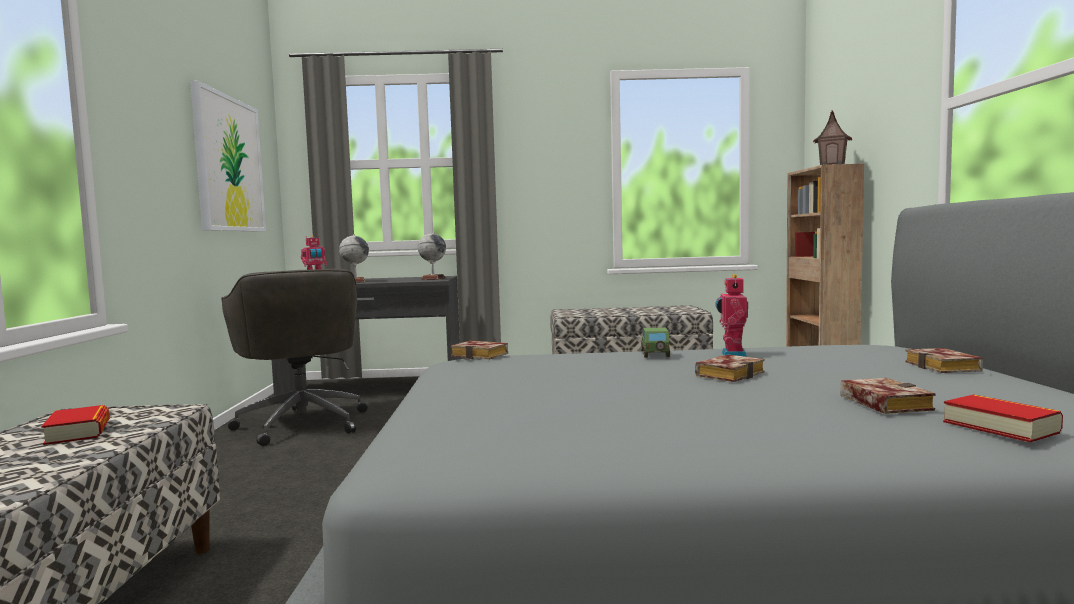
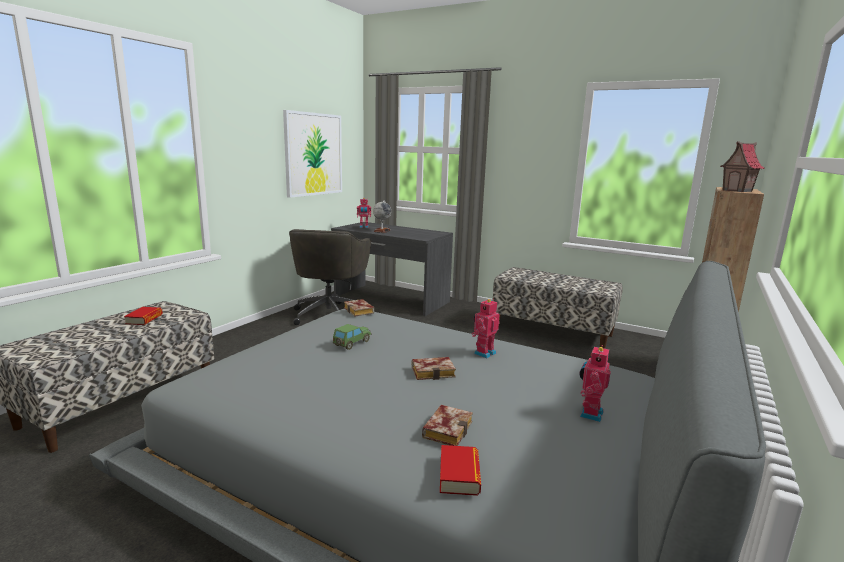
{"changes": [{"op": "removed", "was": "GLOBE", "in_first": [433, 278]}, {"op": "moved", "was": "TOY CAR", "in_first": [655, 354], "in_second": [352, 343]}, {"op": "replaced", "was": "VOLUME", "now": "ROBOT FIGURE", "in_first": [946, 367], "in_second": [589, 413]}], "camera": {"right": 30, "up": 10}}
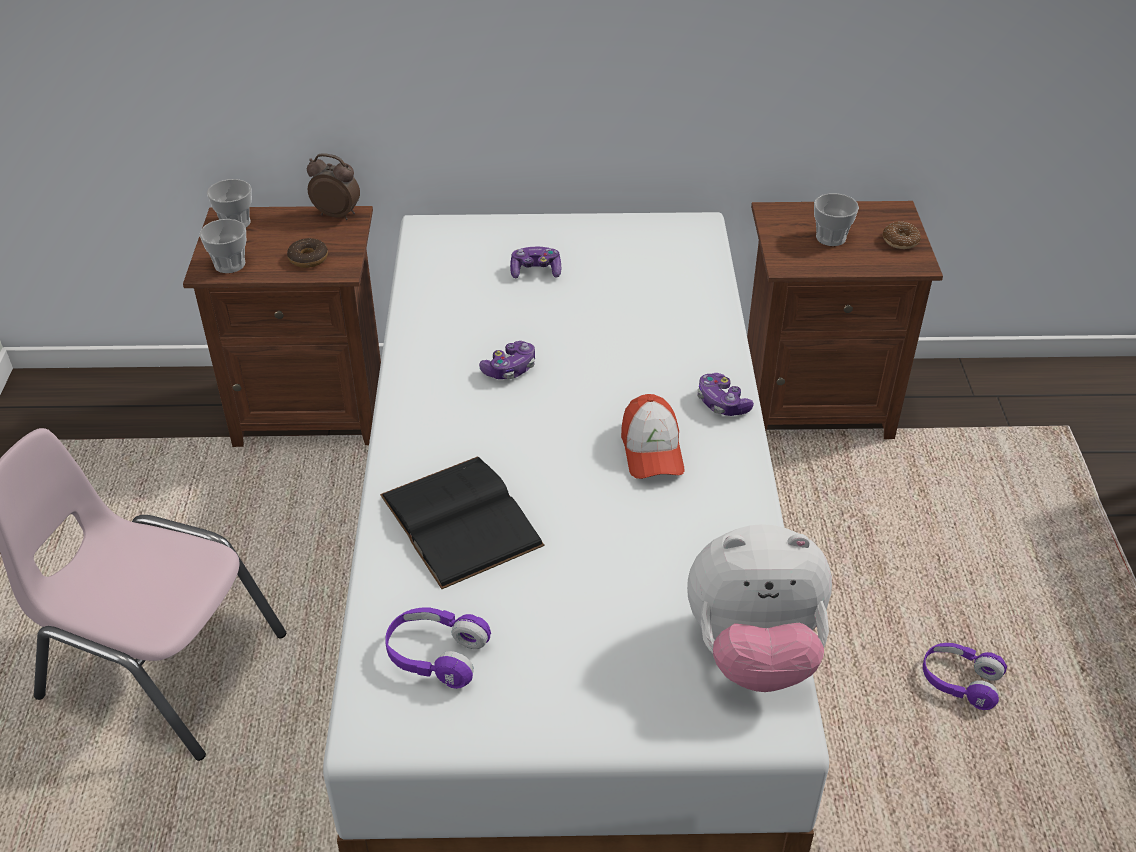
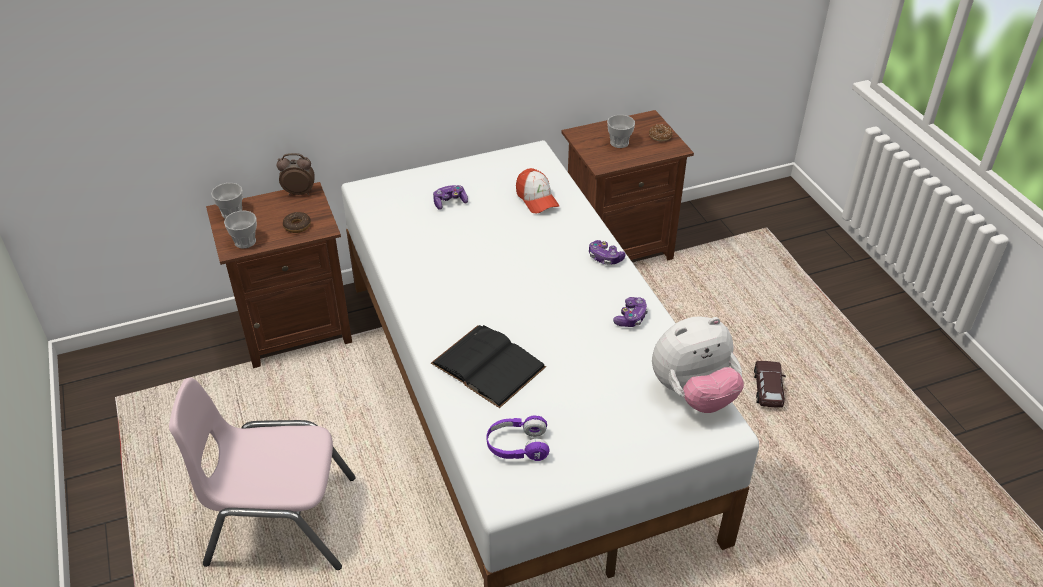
{"changes": [{"op": "moved", "was": "JOYPAD", "in_first": [510, 369], "in_second": [631, 318]}, {"op": "moved", "was": "PEAKED CAP", "in_first": [651, 450], "in_second": [536, 199]}, {"op": "replaced", "was": "PURPLISH PAIR OF HEADPHONES", "now": "BROWNISH TOY CAR", "in_first": [959, 681], "in_second": [768, 390]}], "camera": {"right": -20, "up": 0}}
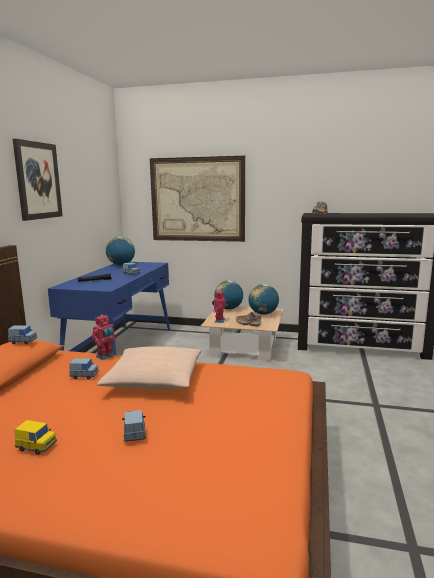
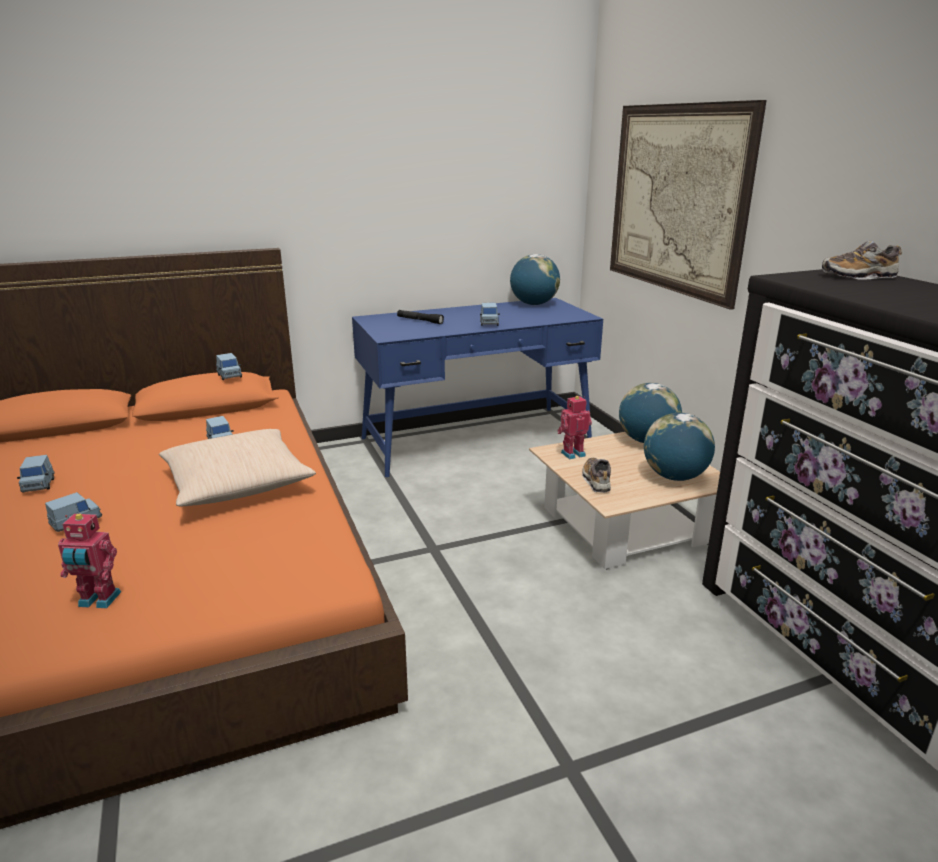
{"changes": [{"op": "removed", "was": "PICTURE", "in_first": [38, 180]}, {"op": "recoloured", "was": "YELLOW TOY CAR", "now": "BLUE-COLOURED TOY CAR", "in_first": [36, 446], "in_second": [38, 485]}, {"op": "moved", "was": "ROBOT FIGURE", "in_first": [105, 356], "in_second": [98, 601]}], "camera": {"right": 55, "up": 10}}
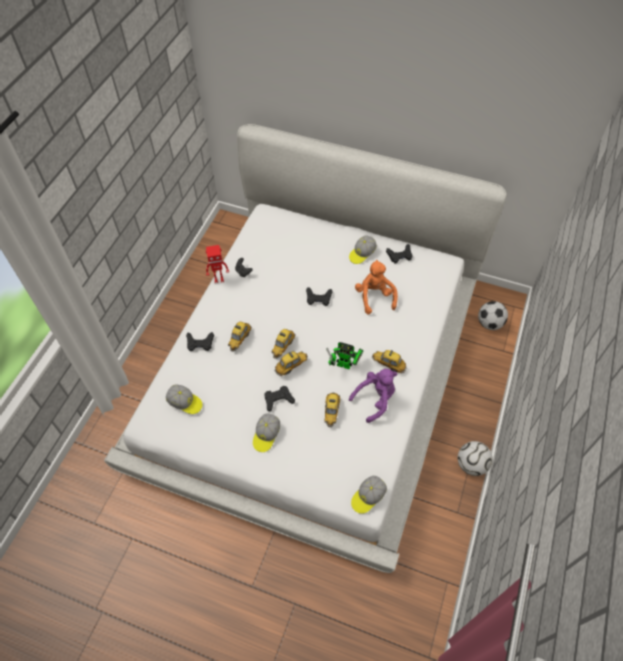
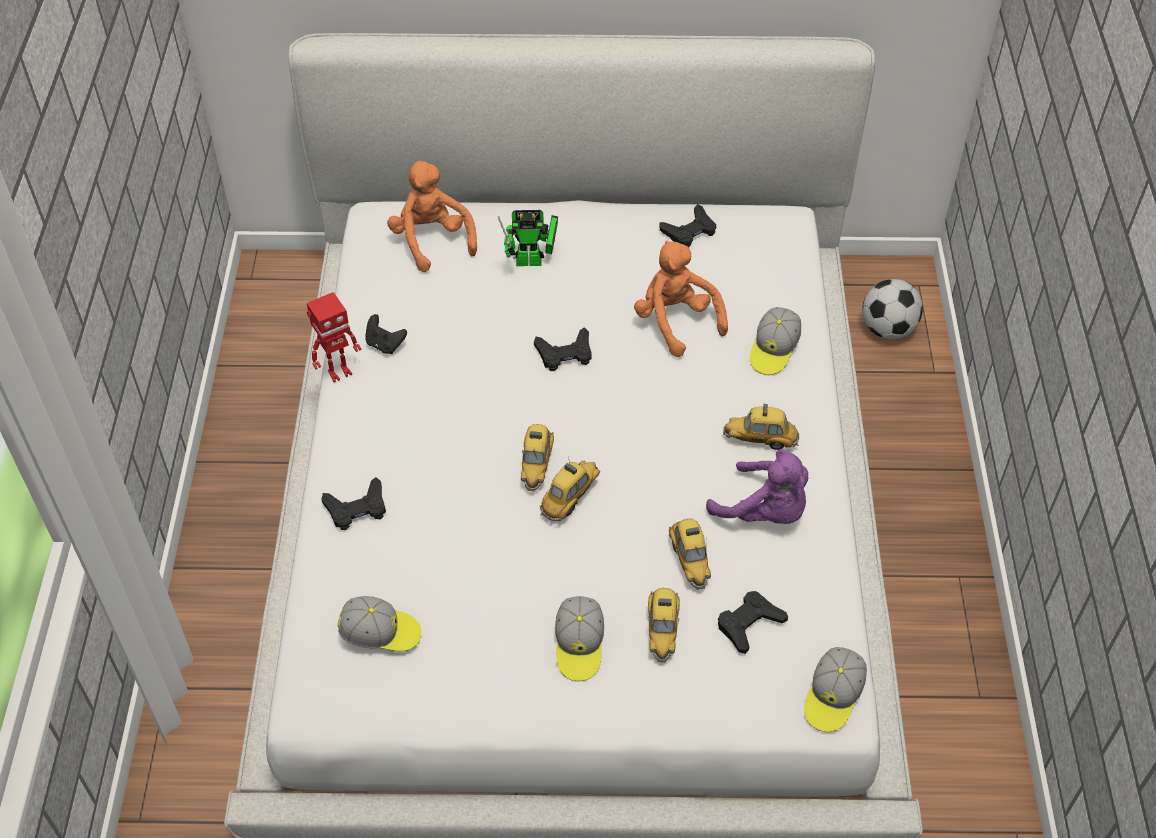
{"changes": [{"op": "moved", "was": "TOY CAR", "in_first": [240, 339], "in_second": [662, 630]}, {"op": "moved", "was": "BLACKISH JOYPAD", "in_first": [278, 399], "in_second": [749, 624]}, {"op": "moved", "was": "ROBOT FIGURE", "in_first": [346, 365], "in_second": [533, 261]}, {"op": "moved", "was": "PEAKED CAP", "in_first": [362, 254], "in_second": [773, 350]}, {"op": "turned", "was": "PURPLISH PLUSH TOY", "in_first": [375, 399], "in_second": [764, 512], "clockwise": 90}, {"op": "removed", "was": "FOOTBALL", "in_first": [471, 465]}, {"op": "added", "now": "ORANGE-COLOURED PLUSH TOY", "in_second": [432, 240]}], "camera": {"right": -20, "up": -5}}
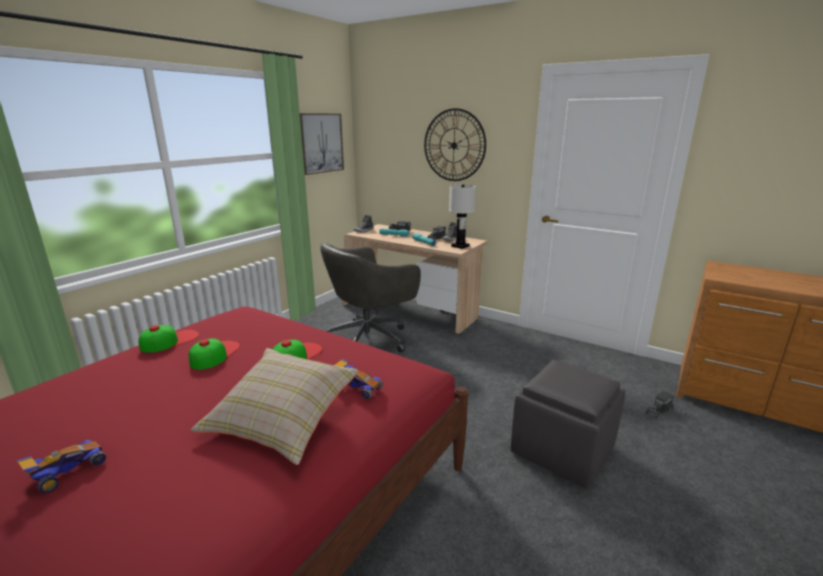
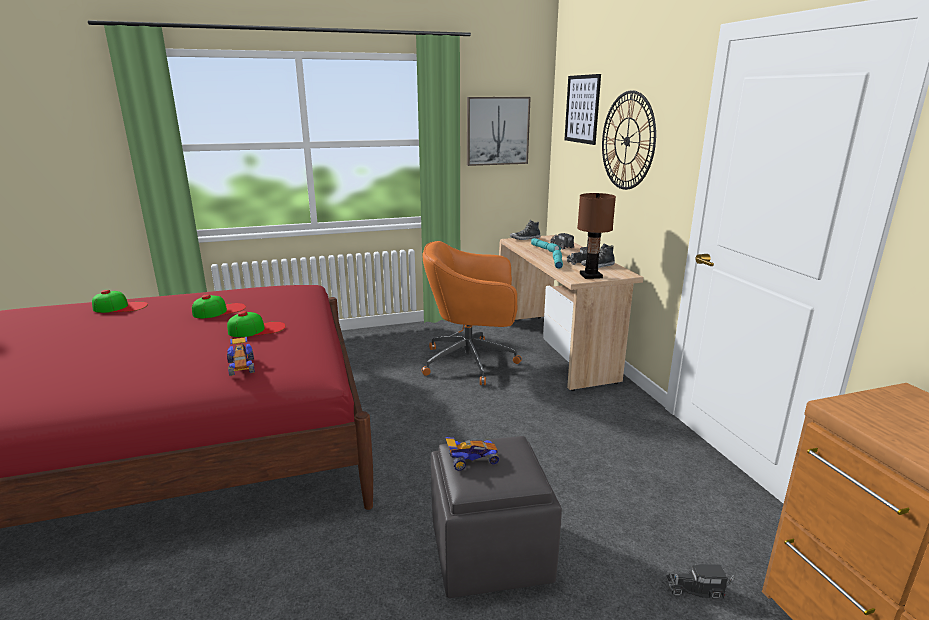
{"changes": [{"op": "moved", "was": "TOY CAR", "in_first": [68, 472], "in_second": [471, 460]}, {"op": "moved", "was": "PEAKED CAP", "in_first": [170, 341], "in_second": [120, 307]}, {"op": "removed", "was": "BEIGE-COLOURED CUSHION", "in_first": [282, 420]}, {"op": "recoloured", "was": "GRAY DESK CHAIR", "now": "ORANGE-COLOURED DESK CHAIR", "in_first": [370, 339], "in_second": [472, 362]}, {"op": "recoloured", "was": "WHITISH LAMP FOR A TABLE", "now": "BROWNISH LAMP FOR A TABLE", "in_first": [460, 246], "in_second": [590, 275]}, {"op": "added", "now": "PICTURE", "in_second": [582, 109]}], "camera": {"right": 40, "up": 0}}
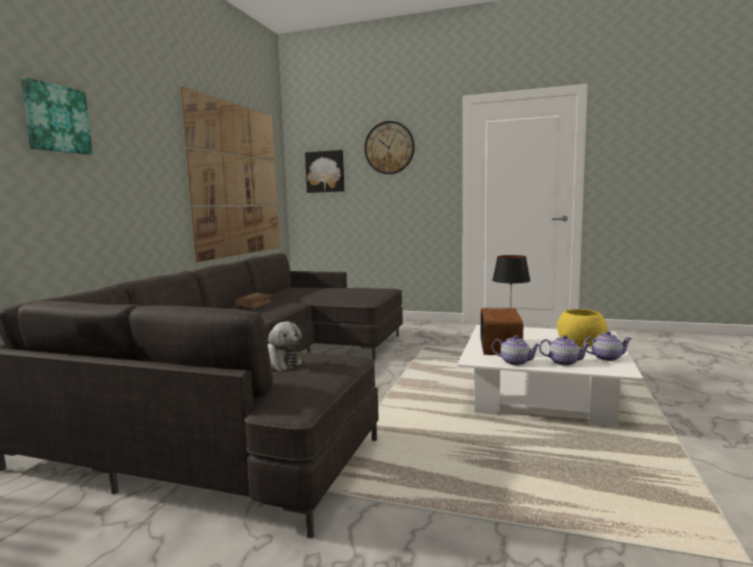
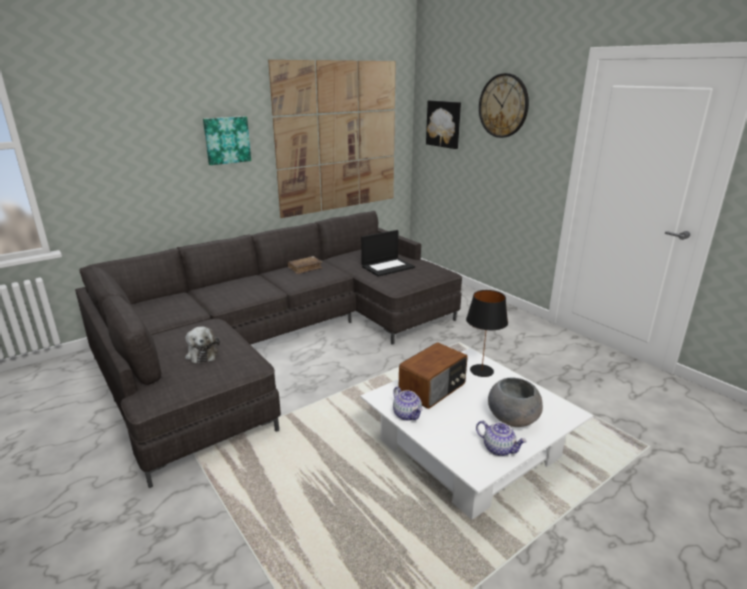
{"changes": [{"op": "moved", "was": "PICTURE", "in_first": [56, 119], "in_second": [227, 140]}, {"op": "removed", "was": "TEA POT", "in_first": [564, 362]}, {"op": "recoloured", "was": "YELLOW BOWL", "now": "GRAY BOWL", "in_first": [581, 344], "in_second": [513, 419]}, {"op": "added", "now": "PORTABLE COMPUTER", "in_second": [388, 267]}], "camera": {"right": 35, "up": 15}}
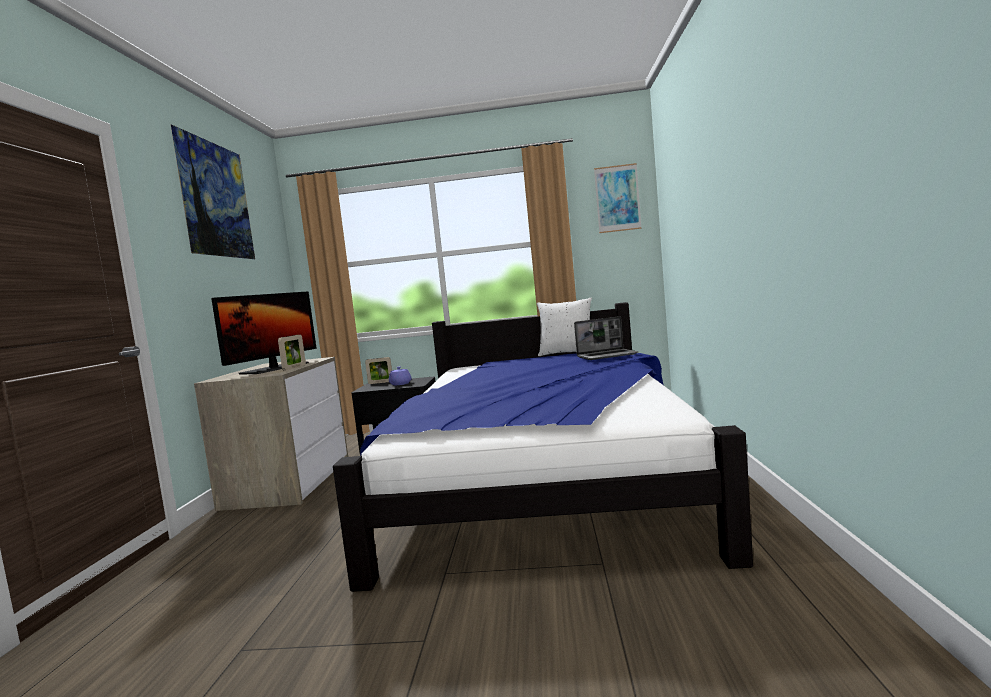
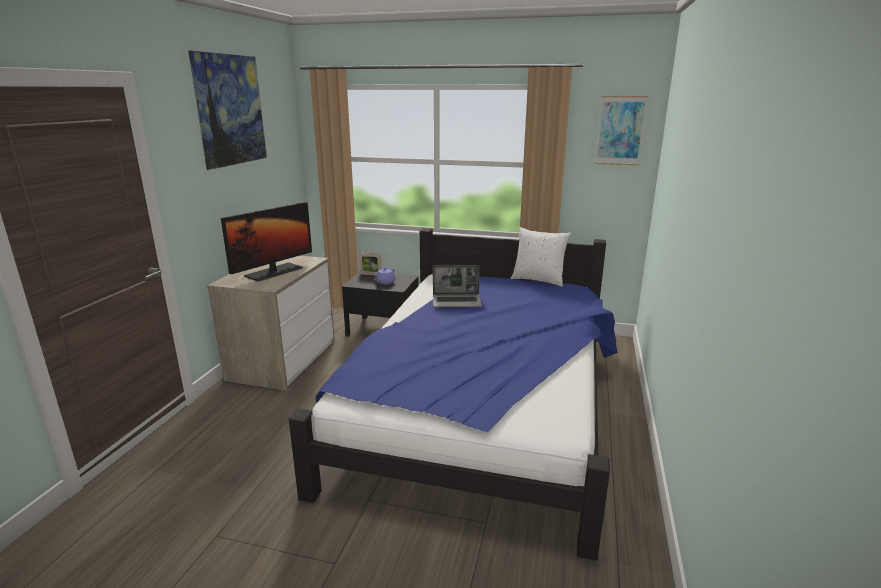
{"changes": [{"op": "removed", "was": "PICTURE FRAME", "in_first": [294, 368]}, {"op": "moved", "was": "PORTABLE COMPUTER", "in_first": [607, 355], "in_second": [457, 302]}], "camera": {"right": 10, "up": 15}}
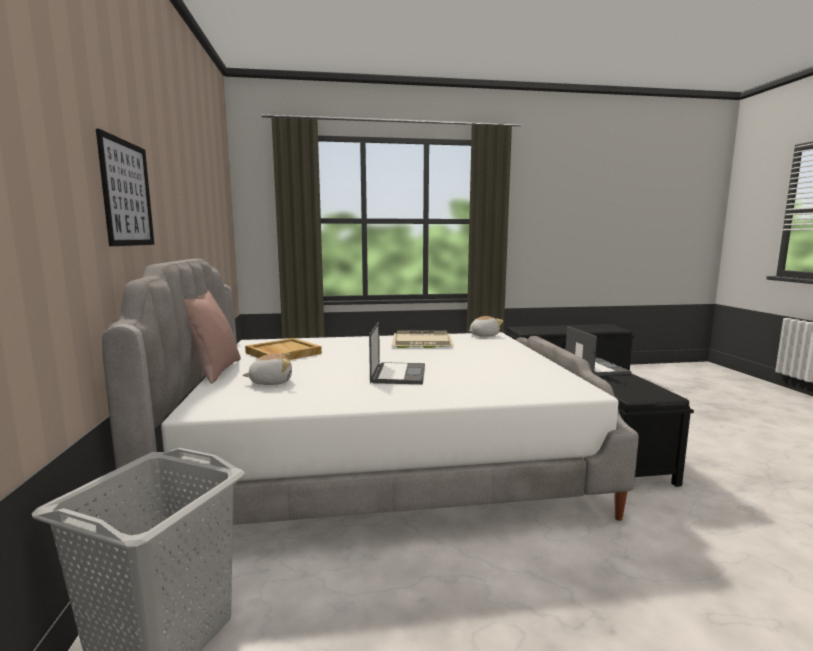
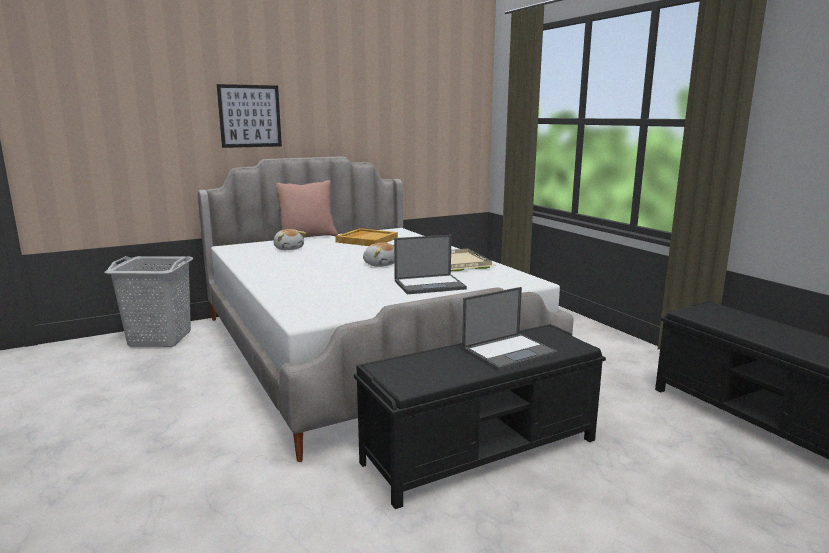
{"changes": [{"op": "moved", "was": "PORTABLE COMPUTER", "in_first": [398, 374], "in_second": [430, 285]}, {"op": "moved", "was": "PLUSH TOY", "in_first": [483, 335], "in_second": [380, 264]}], "camera": {"right": 70, "up": 5}}
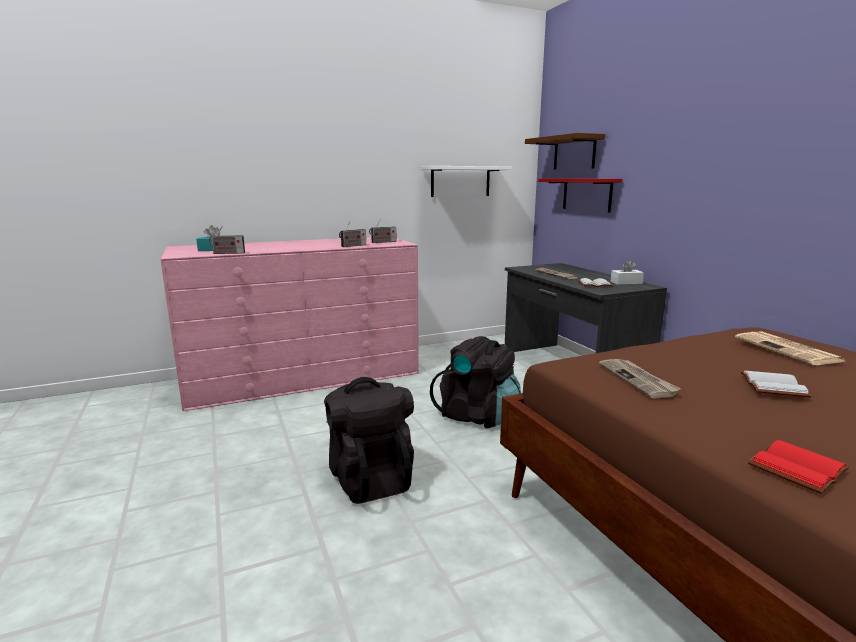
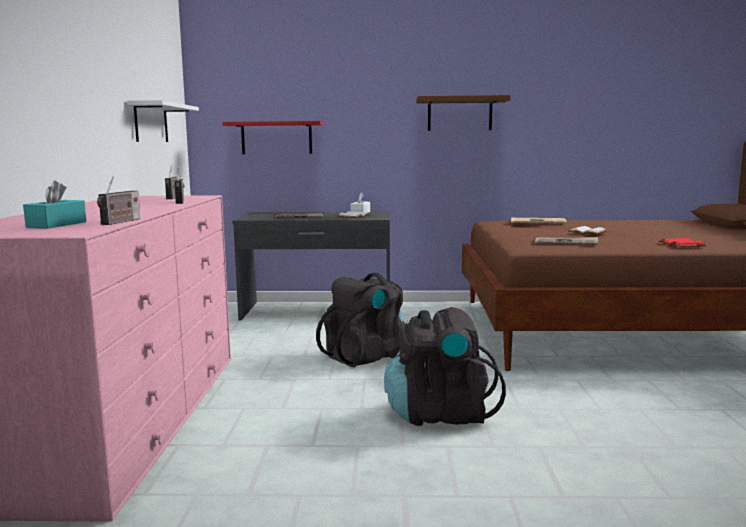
{"changes": [{"op": "moved", "was": "BROWNISH BRACKET SHELF", "in_first": [574, 153], "in_second": [459, 114]}], "camera": {"right": -65, "up": -5}}
